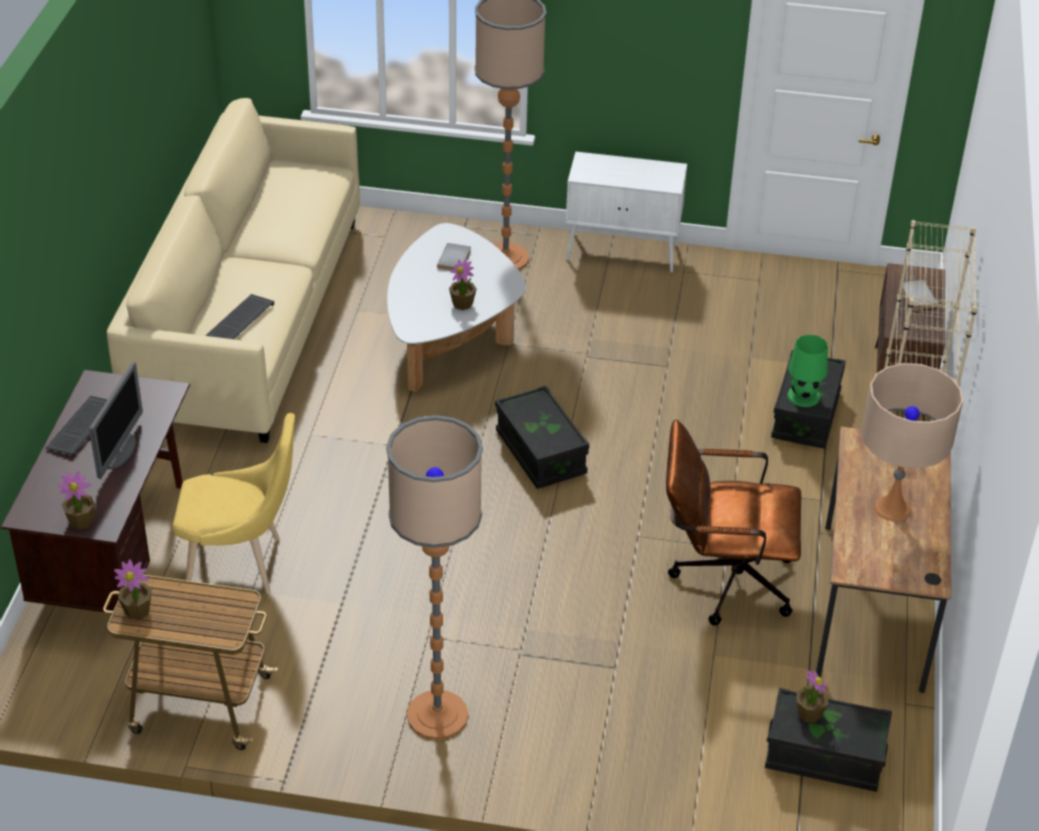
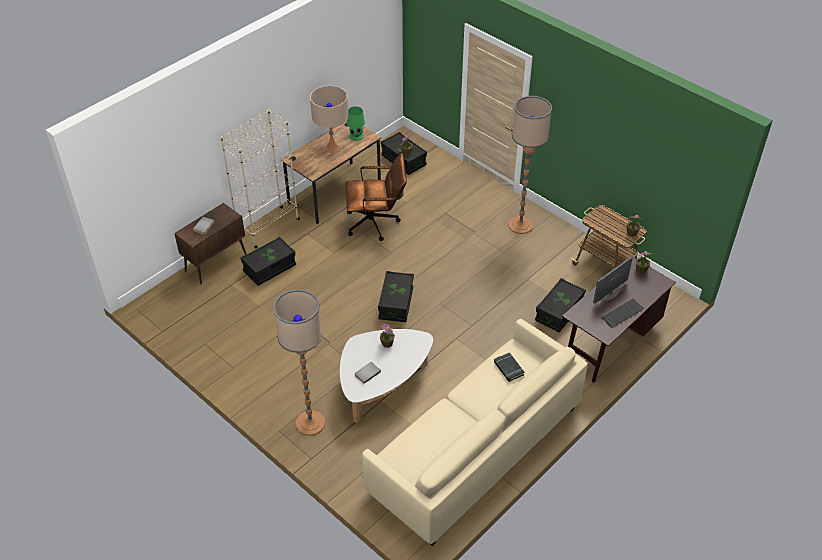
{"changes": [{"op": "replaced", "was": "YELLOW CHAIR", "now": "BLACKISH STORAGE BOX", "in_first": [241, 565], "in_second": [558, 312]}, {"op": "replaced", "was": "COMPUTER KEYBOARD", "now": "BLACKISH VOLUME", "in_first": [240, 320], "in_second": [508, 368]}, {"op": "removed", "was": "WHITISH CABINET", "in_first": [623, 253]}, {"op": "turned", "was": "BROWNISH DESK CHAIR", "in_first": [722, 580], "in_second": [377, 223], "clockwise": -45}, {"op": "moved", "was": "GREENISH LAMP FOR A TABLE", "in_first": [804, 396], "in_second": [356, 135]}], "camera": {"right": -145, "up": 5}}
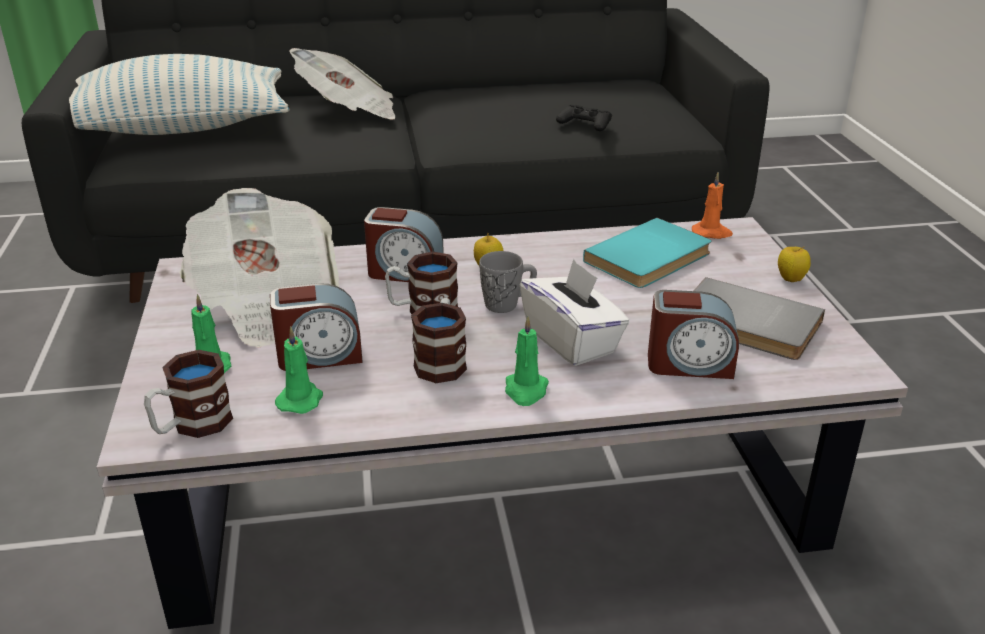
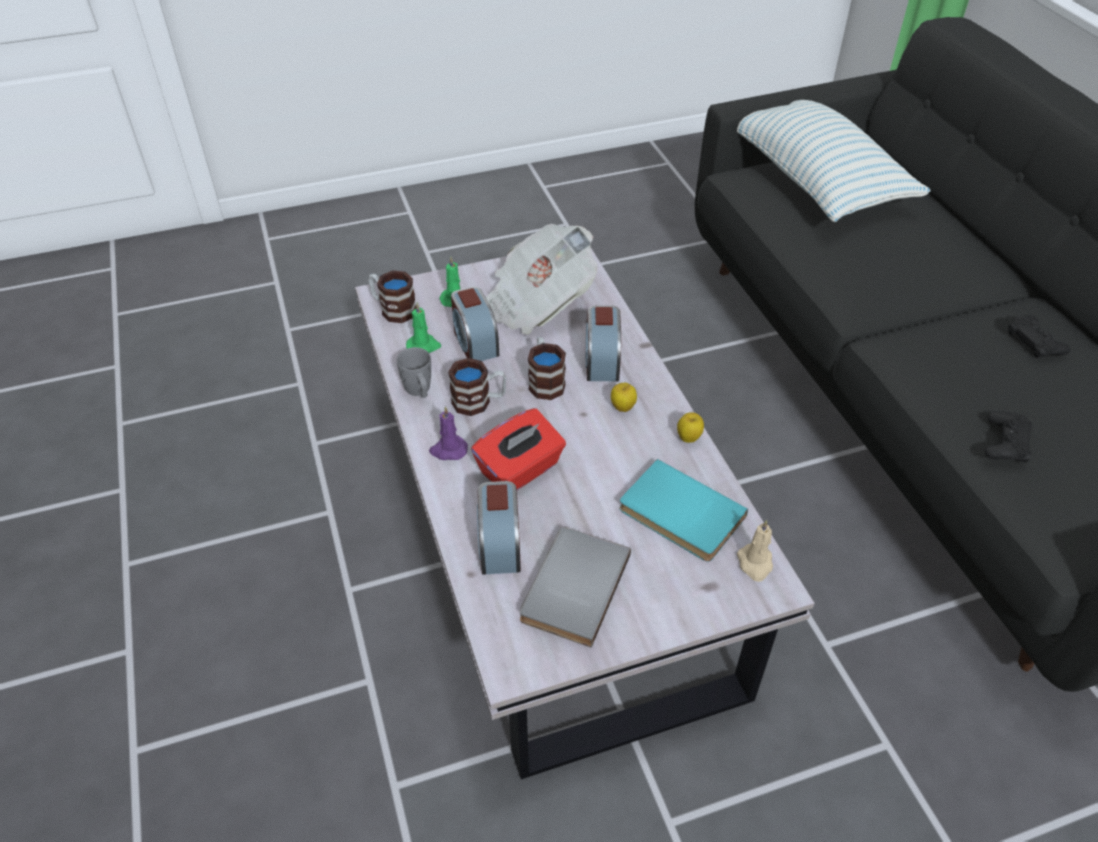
{"changes": [{"op": "removed", "was": "DAILY PAPER", "in_first": [348, 111]}, {"op": "moved", "was": "GRAY COFFEE MUG", "in_first": [508, 304], "in_second": [419, 391]}, {"op": "recoloured", "was": "GREENISH CANDLE", "now": "PURPLISH CANDLE", "in_first": [526, 391], "in_second": [448, 450]}, {"op": "recoloured", "was": "WHITISH TISSUE BOX", "now": "REDDISH TISSUE BOX", "in_first": [572, 341], "in_second": [520, 470]}, {"op": "recoloured", "was": "ORANGE-COLOURED CANDLE", "now": "BEIGE-COLOURED CANDLE", "in_first": [711, 233], "in_second": [755, 564]}, {"op": "moved", "was": "APPLE FRUIT", "in_first": [791, 279], "in_second": [688, 438]}, {"op": "added", "now": "BLACKISH JOYPAD", "in_second": [1035, 341]}], "camera": {"right": 80, "up": 15}}
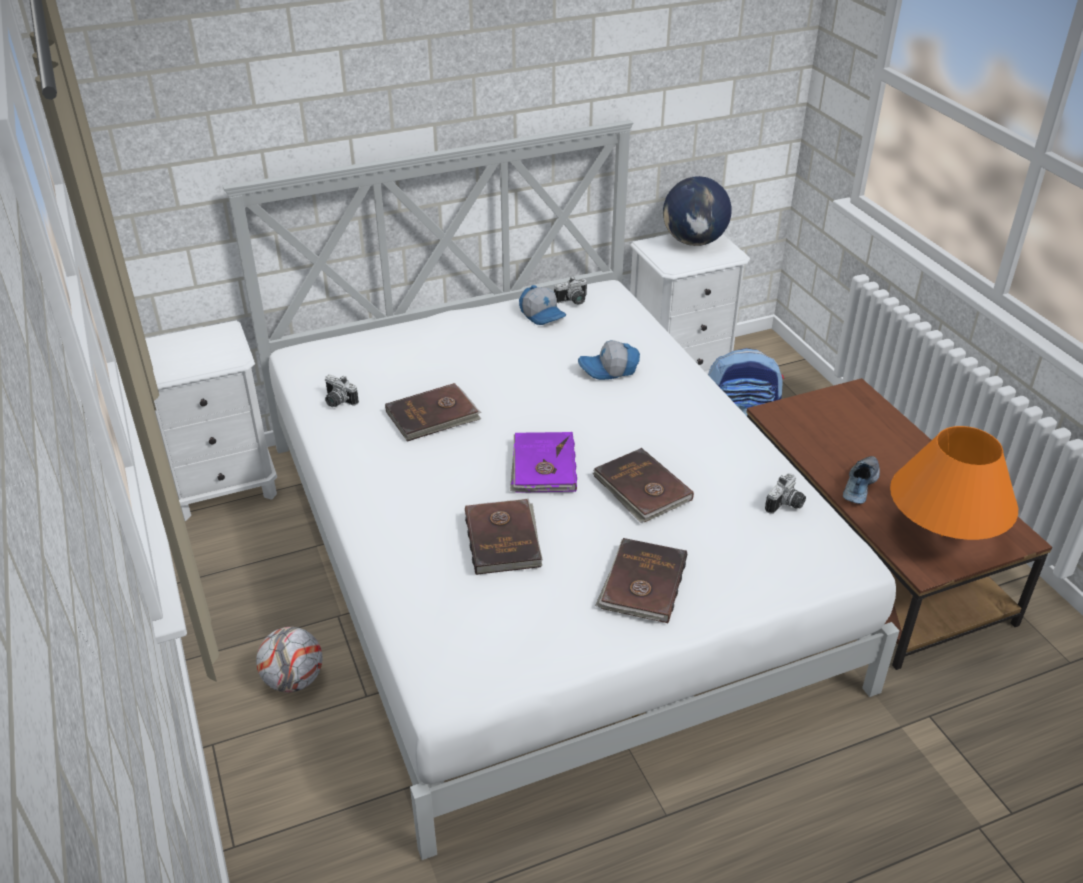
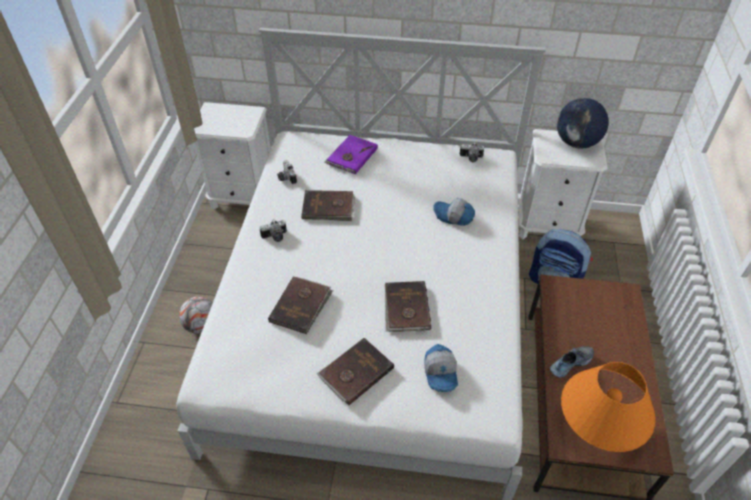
{"changes": [{"op": "moved", "was": "PURPLISH VOLUME", "in_first": [543, 466], "in_second": [351, 156]}, {"op": "moved", "was": "PEAKED CAP", "in_first": [543, 314], "in_second": [441, 373]}, {"op": "moved", "was": "STILL CAMERA", "in_first": [786, 505], "in_second": [275, 237]}], "camera": {"right": 30, "up": 10}}
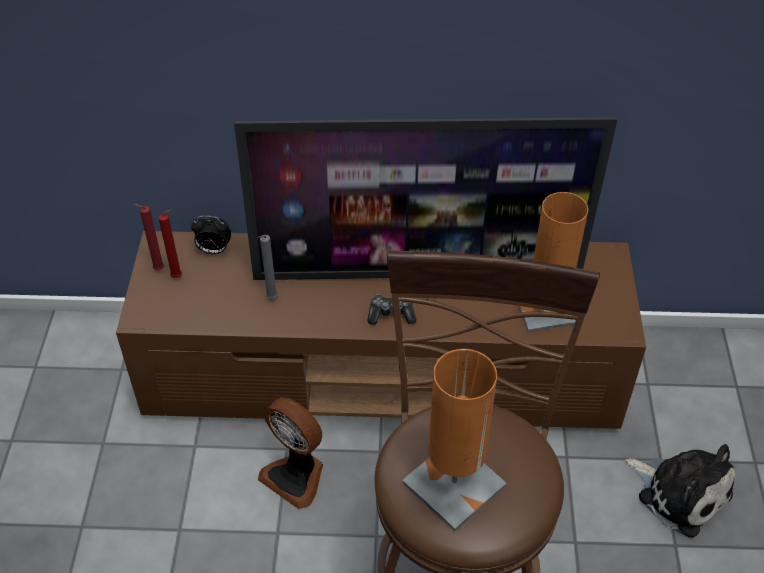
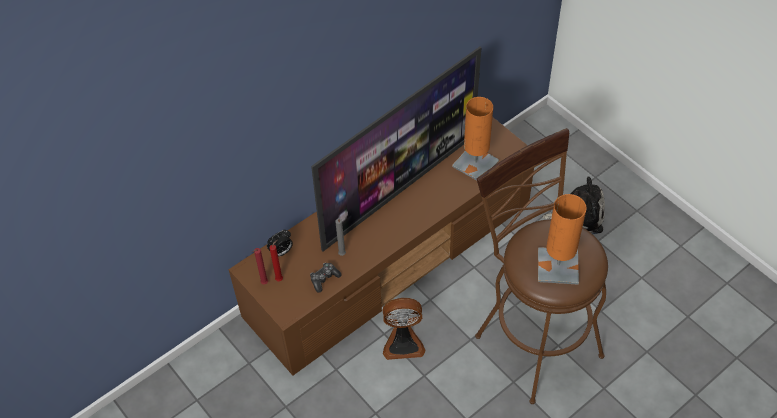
{"changes": [{"op": "moved", "was": "JOYPAD", "in_first": [391, 314], "in_second": [324, 279]}], "camera": {"right": -40, "up": 5}}
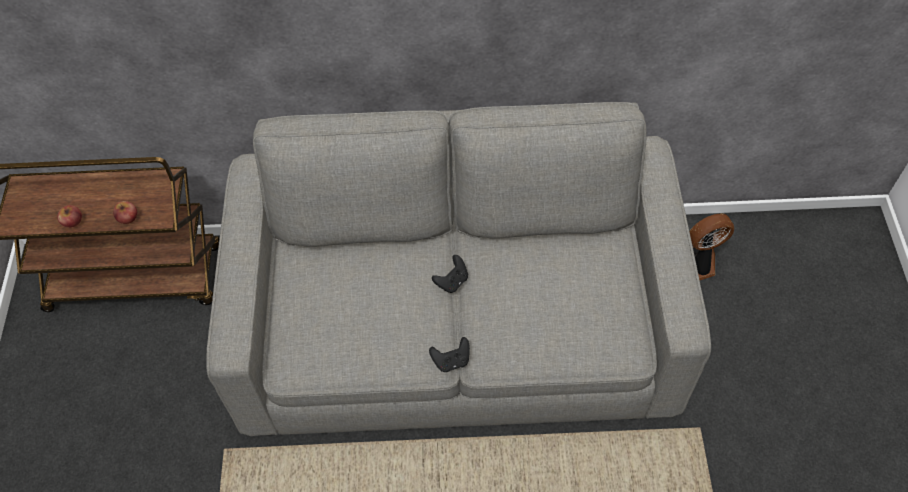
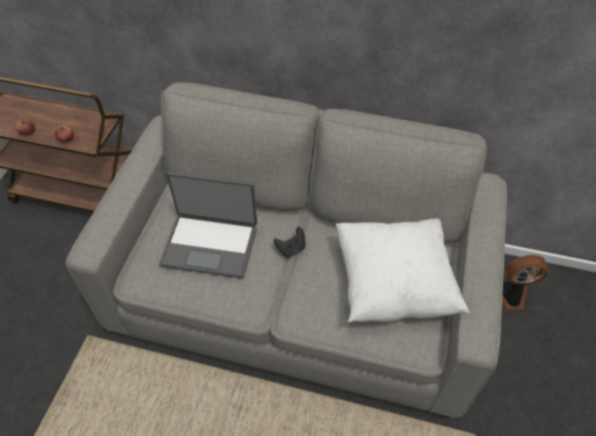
{"changes": [{"op": "removed", "was": "BLACKISH JOYPAD", "in_first": [451, 361]}, {"op": "added", "now": "PORTABLE COMPUTER", "in_second": [210, 244]}, {"op": "added", "now": "WHITISH CUSHION", "in_second": [393, 284]}], "camera": {"right": 15, "up": -5}}
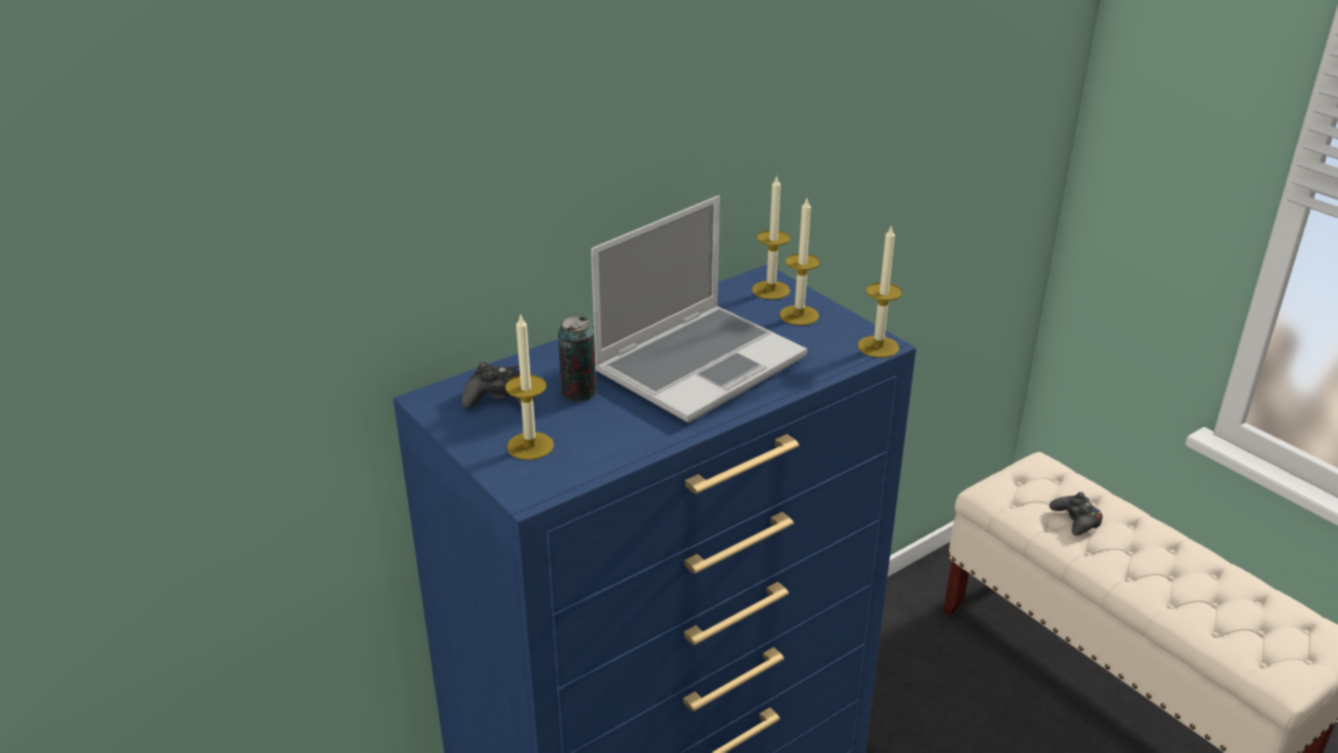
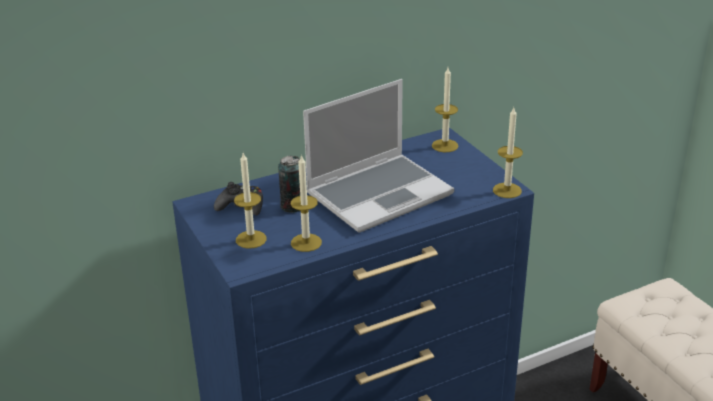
{"changes": [{"op": "moved", "was": "CANDLE", "in_first": [799, 315], "in_second": [306, 242]}, {"op": "removed", "was": "BLACKISH JOYPAD", "in_first": [1076, 520]}], "camera": {"right": 10, "up": 0}}
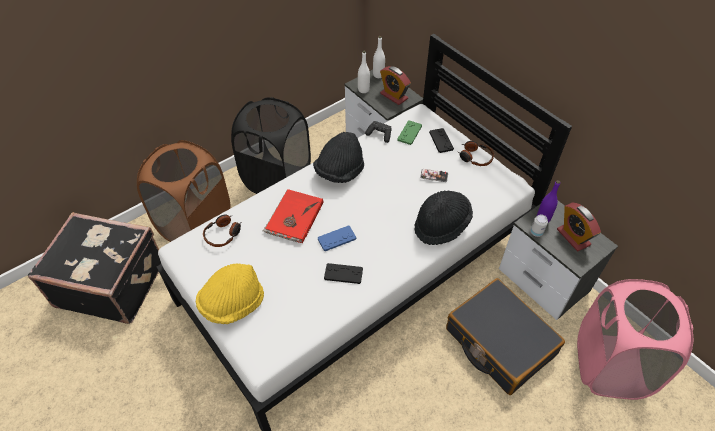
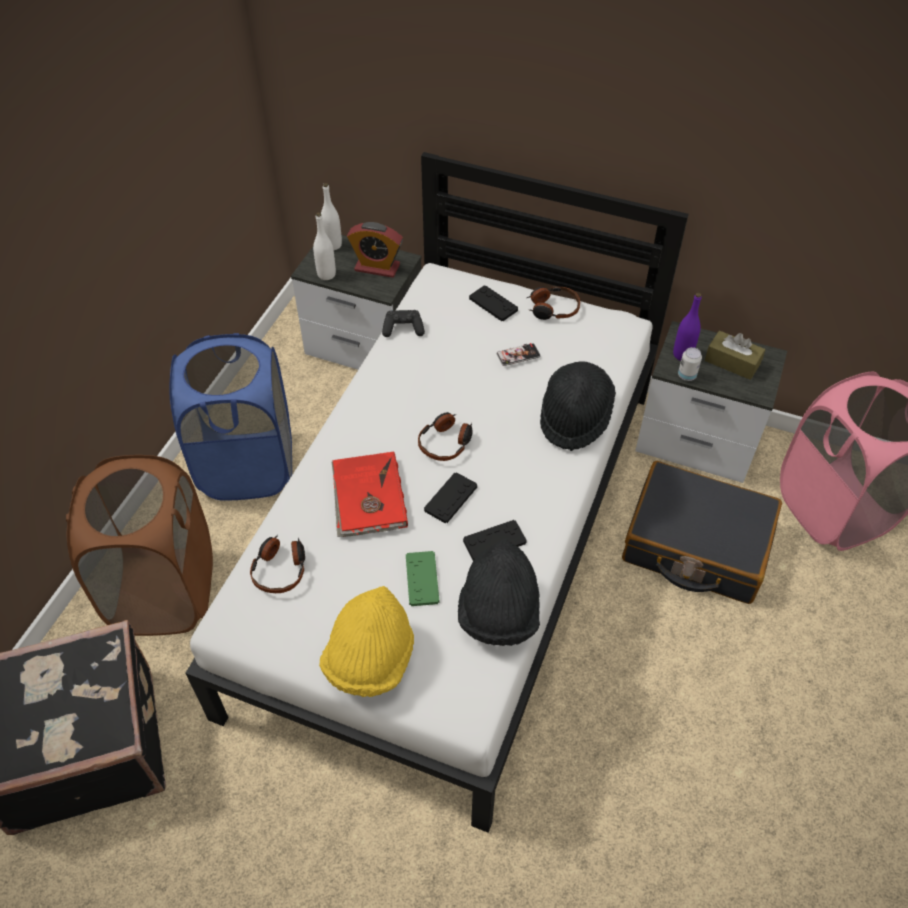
{"changes": [{"op": "recoloured", "was": "BLACKISH WASHING BASKET", "now": "BLUE-COLOURED WASHING BASKET", "in_first": [277, 180], "in_second": [248, 466]}, {"op": "moved", "was": "BLACKISH CLOTHING HAT", "in_first": [339, 172], "in_second": [499, 613]}, {"op": "recoloured", "was": "BLUE-COLOURED JOYPAD", "now": "BLACKISH JOYPAD", "in_first": [337, 239], "in_second": [450, 498]}, {"op": "moved", "was": "GREENISH JOYPAD", "in_first": [409, 133], "in_second": [422, 579]}, {"op": "replaced", "was": "ALARM CLOCK", "now": "BROWNISH TISSUE BOX", "in_first": [573, 237], "in_second": [732, 362]}, {"op": "added", "now": "PAIR OF HEADPHONES", "in_second": [446, 442]}], "camera": {"right": -30, "up": 0}}
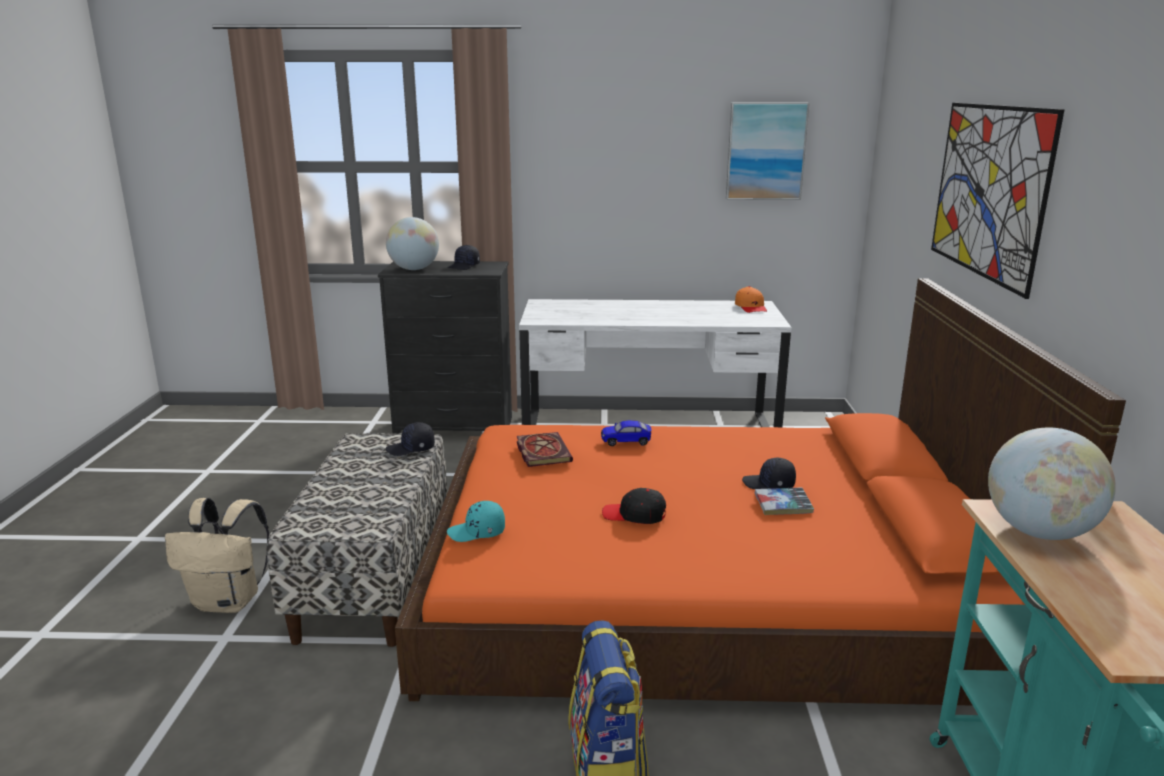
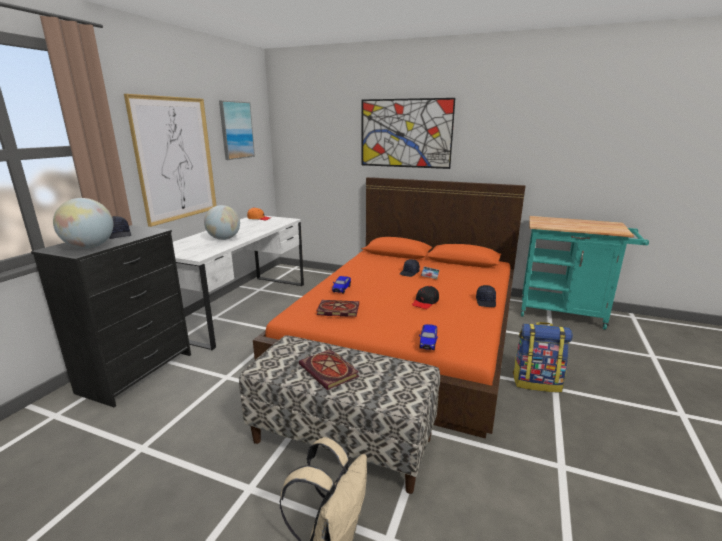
{"changes": [{"op": "moved", "was": "BLACKISH PEAKED CAP", "in_first": [411, 449], "in_second": [486, 302]}, {"op": "replaced", "was": "TURQUOISE PEAKED CAP", "now": "TOY CAR", "in_first": [477, 532], "in_second": [428, 343]}, {"op": "moved", "was": "GLOBE", "in_first": [1039, 532], "in_second": [224, 239]}, {"op": "added", "now": "PICTURE", "in_second": [175, 159]}, {"op": "added", "now": "VOLUME", "in_second": [330, 371]}], "camera": {"right": -70, "up": 0}}
